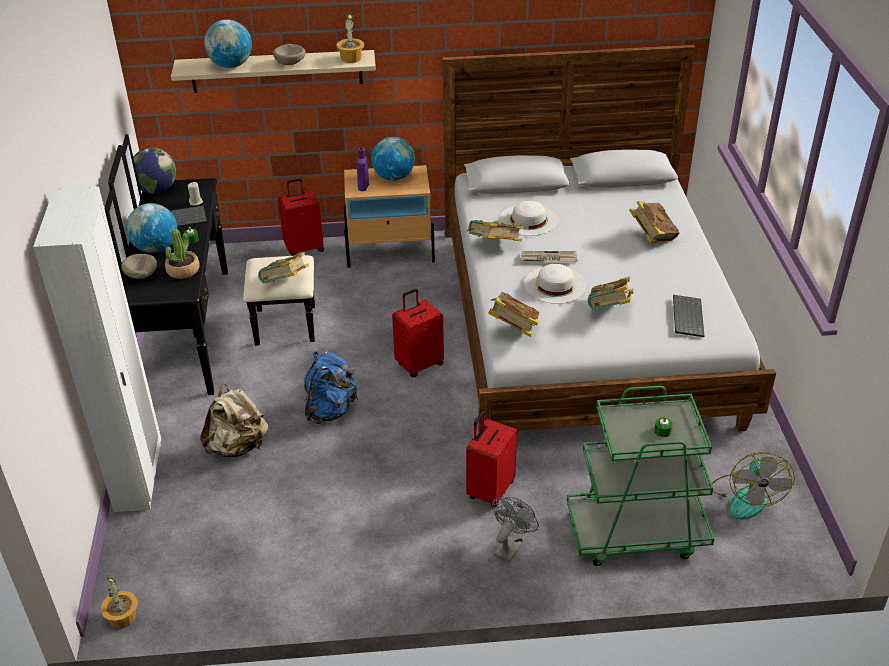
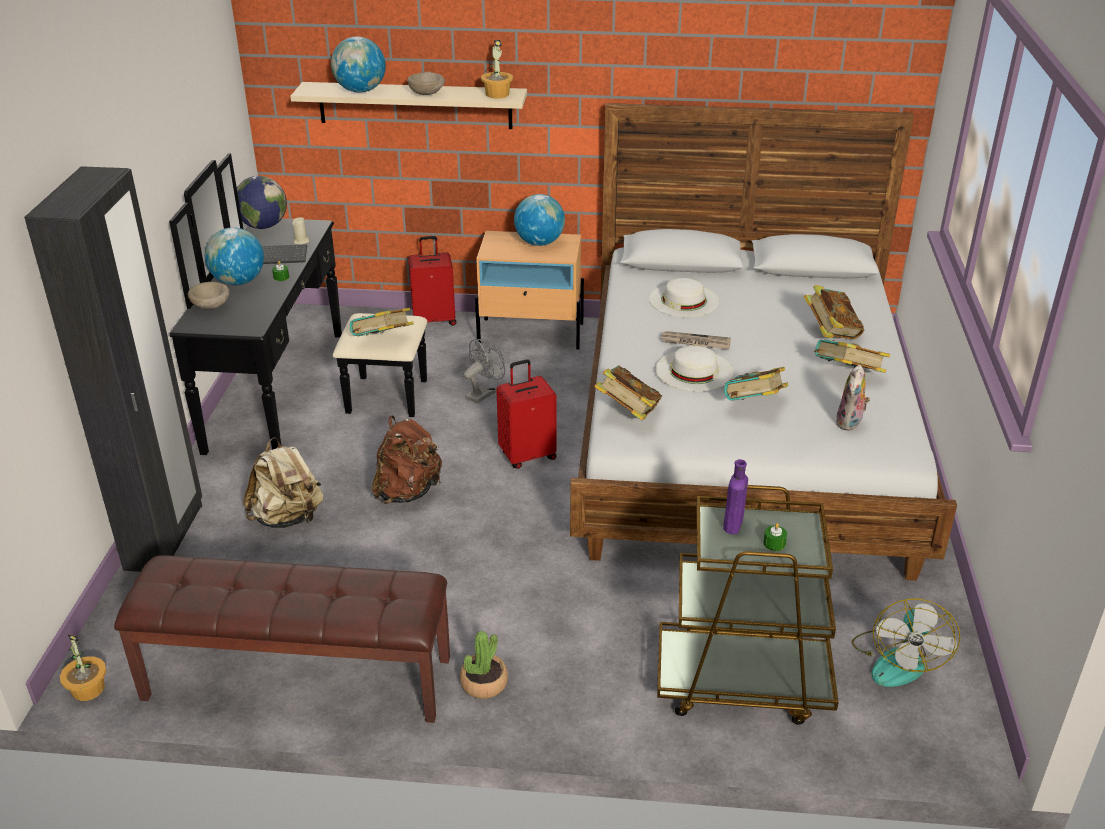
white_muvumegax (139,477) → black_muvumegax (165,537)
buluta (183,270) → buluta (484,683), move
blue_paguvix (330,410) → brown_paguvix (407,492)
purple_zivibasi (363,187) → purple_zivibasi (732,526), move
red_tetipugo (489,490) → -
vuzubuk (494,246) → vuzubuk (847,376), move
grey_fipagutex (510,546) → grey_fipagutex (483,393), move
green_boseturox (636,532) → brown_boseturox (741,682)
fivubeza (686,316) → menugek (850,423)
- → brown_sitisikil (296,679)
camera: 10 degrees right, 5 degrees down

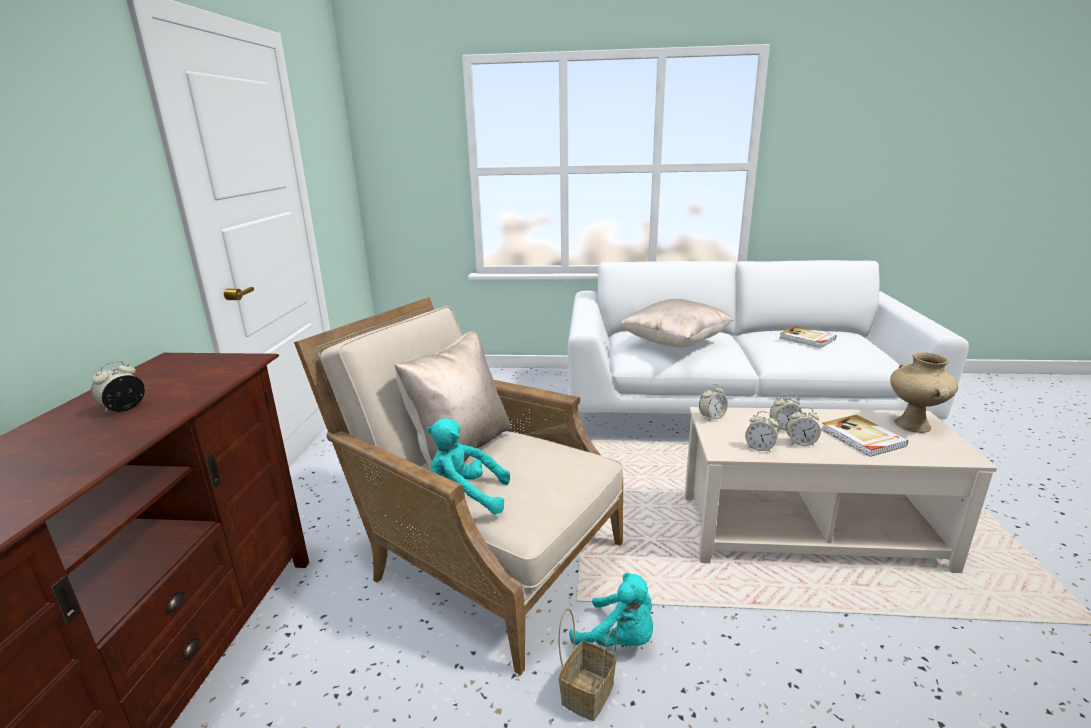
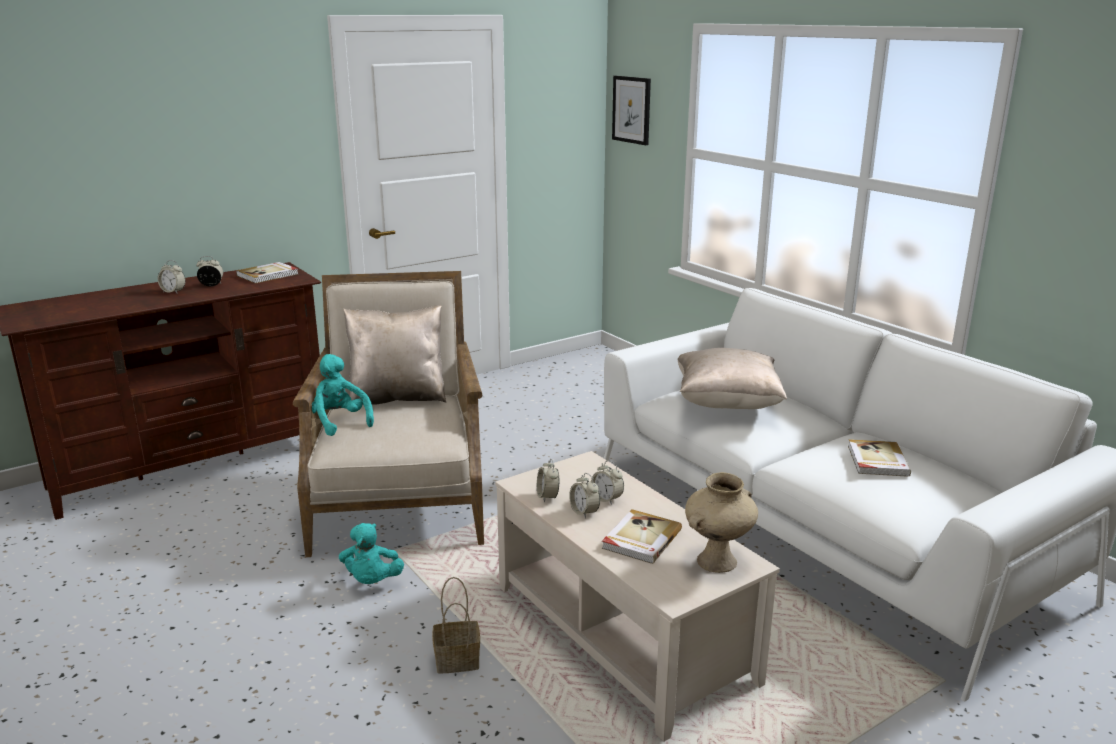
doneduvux (587,692) → doneduvux (459,659), move
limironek (712,417) → limironek (173,292), move
- → vuzubuk (268,275)
- → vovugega (631,110)
camera: 50 degrees right, 0 degrees up

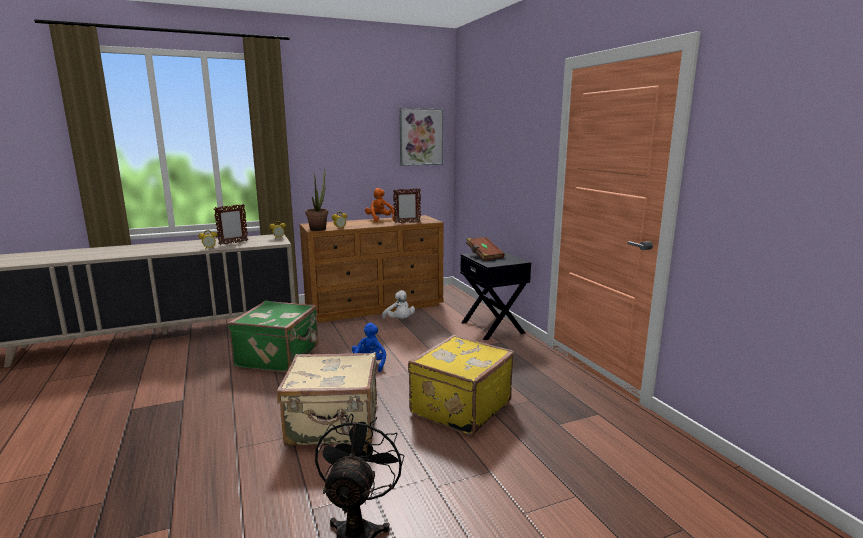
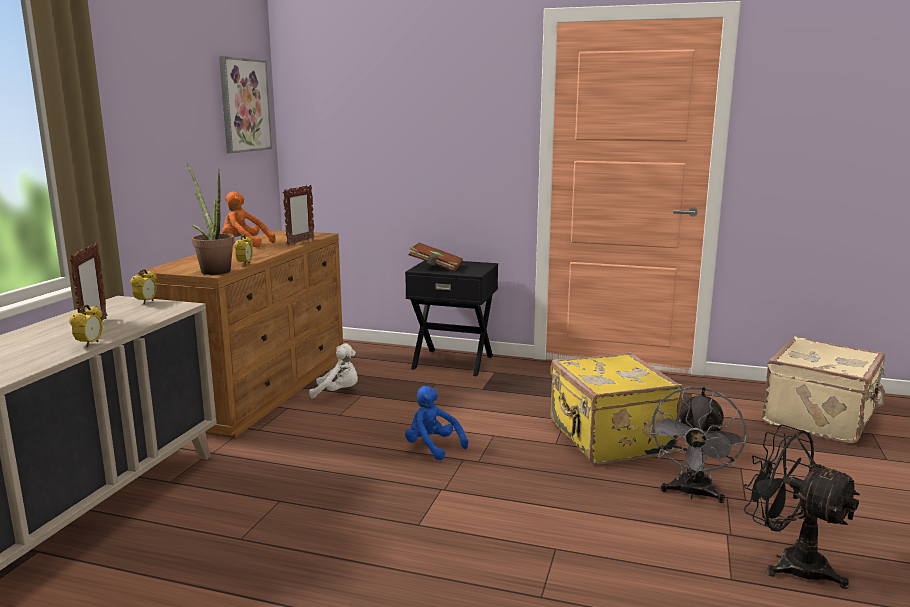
green_tetipugo (279,356) → -
beige_tetipugo (334,425) → beige_tetipugo (821,419), move
- → grey_fipagutex (692,493)
camera: 50 degrees left, 0 degrees up

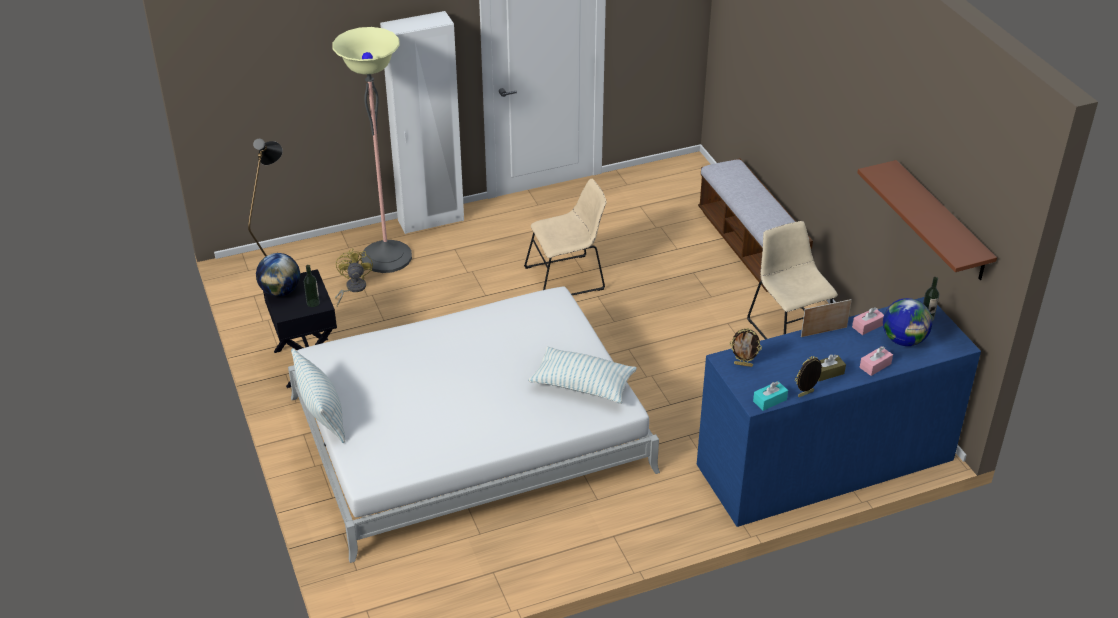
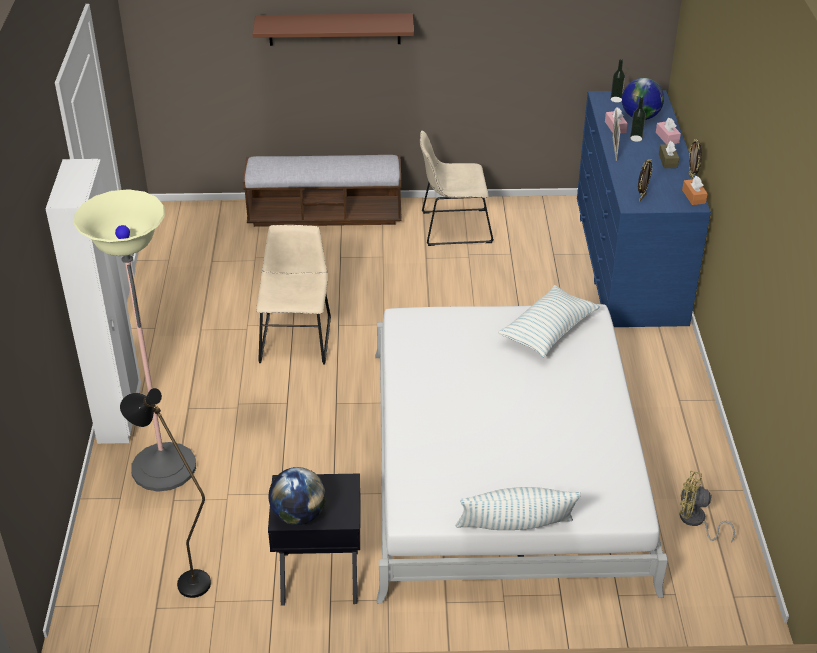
zivibasi (313,303) → zivibasi (636,138), move
yellow_fipagutex (352,289) → yellow_fipagutex (695,521), move
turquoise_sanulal (769,400) → orange_sanulal (693,197)
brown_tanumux (941,221) → brown_tanumux (334,29), move
camera: 70 degrees left, 0 degrees up

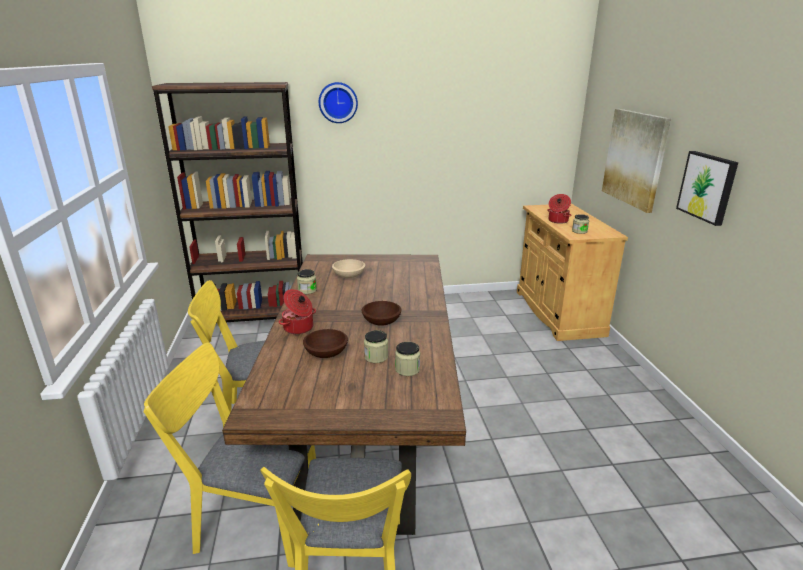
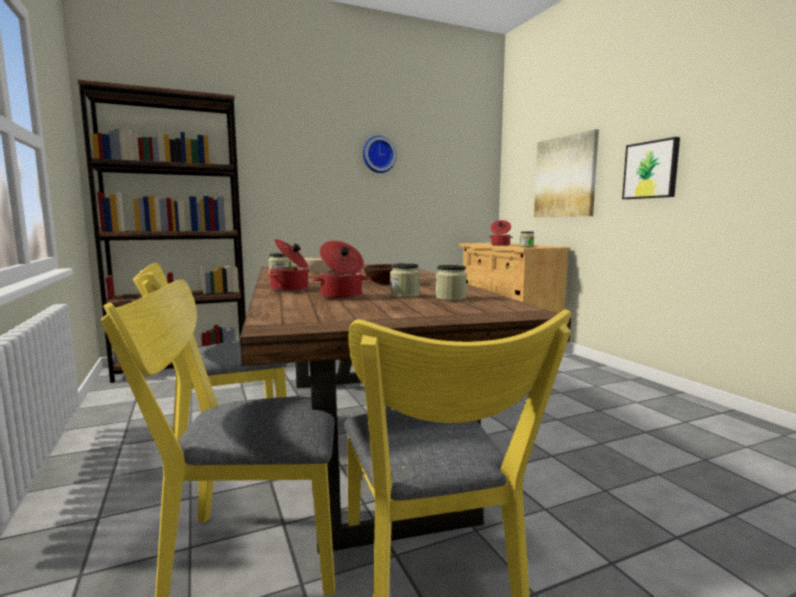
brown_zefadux (327,353) → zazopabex (341,297)
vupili (338,102) → vupili (378,154), move
camera: 15 degrees left, 15 degrees down

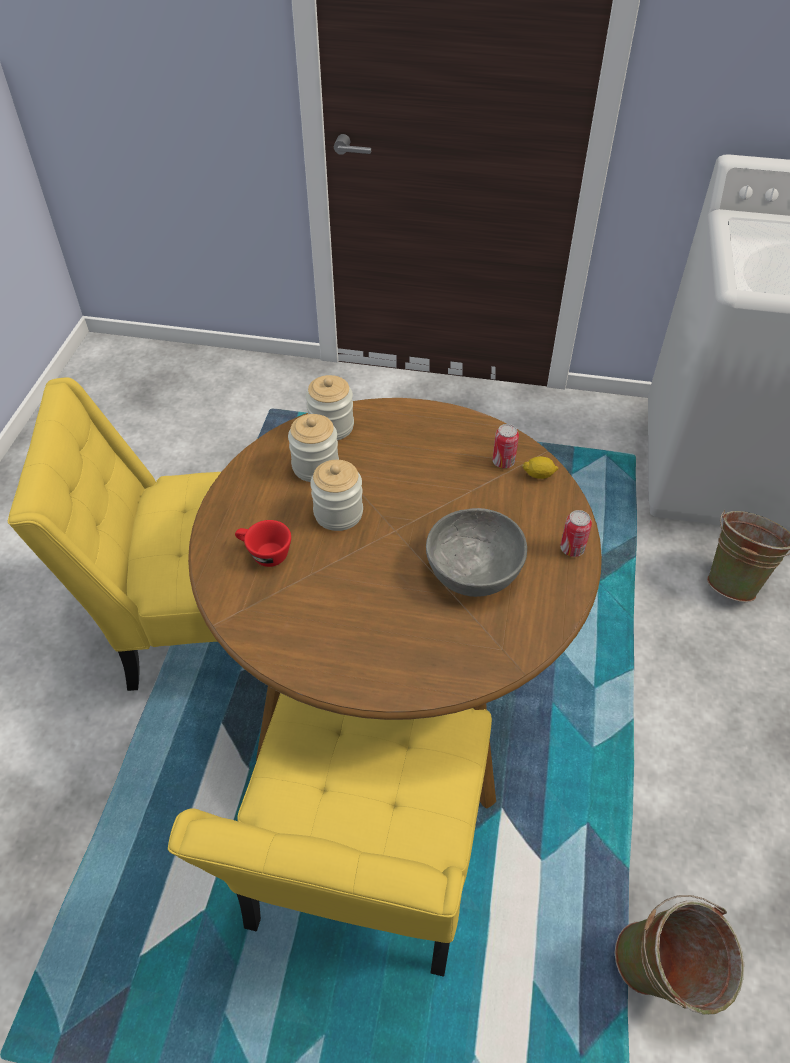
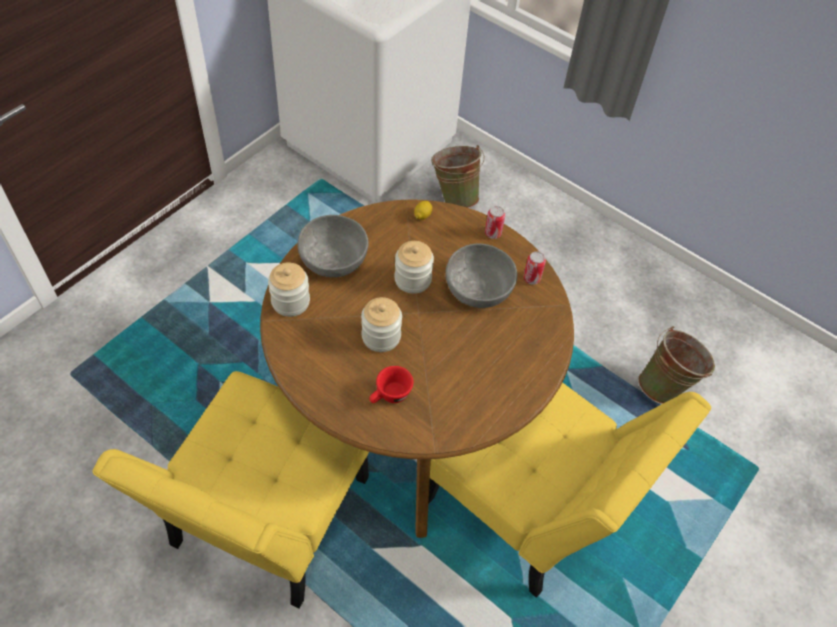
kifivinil (315,466) → kifivinil (413,279), move
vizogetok (503,462) → vizogetok (531,278), move
- → grey_zefadux (334,259)
camera: 65 degrees left, 5 degrees up

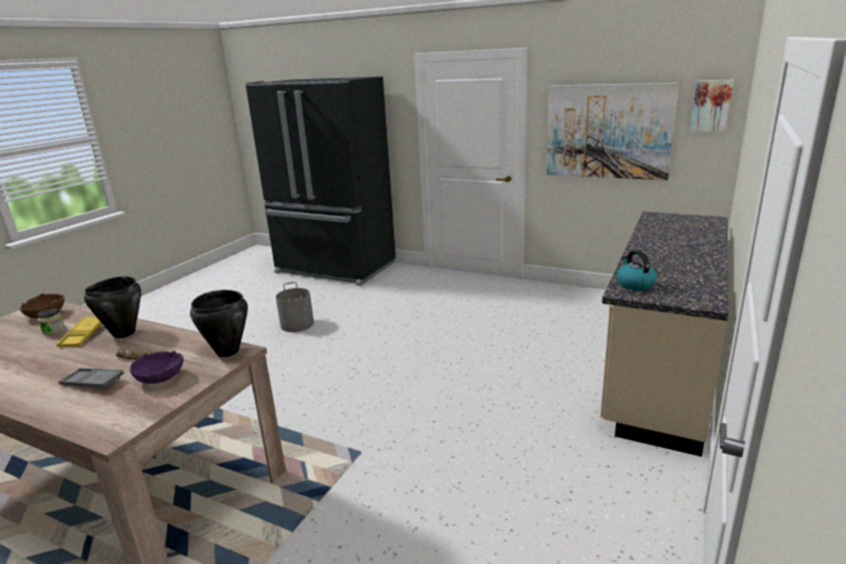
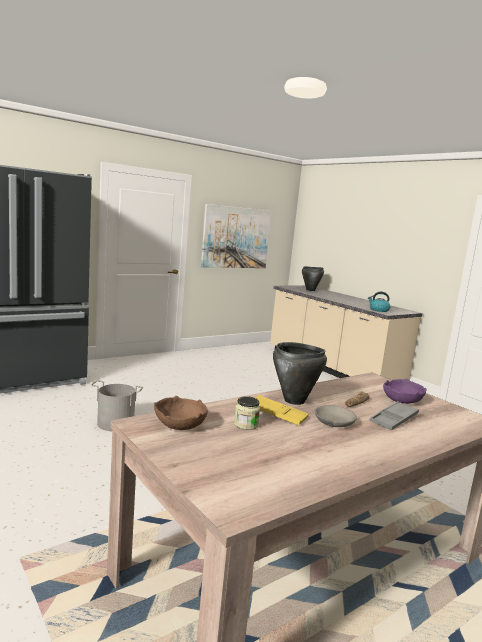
black_zazopabex (227,352) → black_zazopabex (310,290), move
vovugega (711,105) → -
- → grey_zefadux (333,422)
camera: 65 degrees left, 10 degrees down

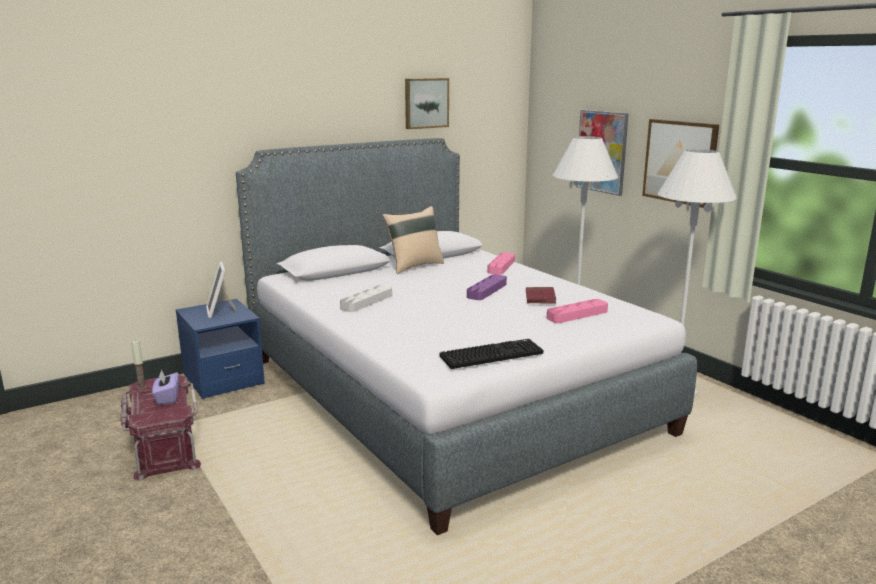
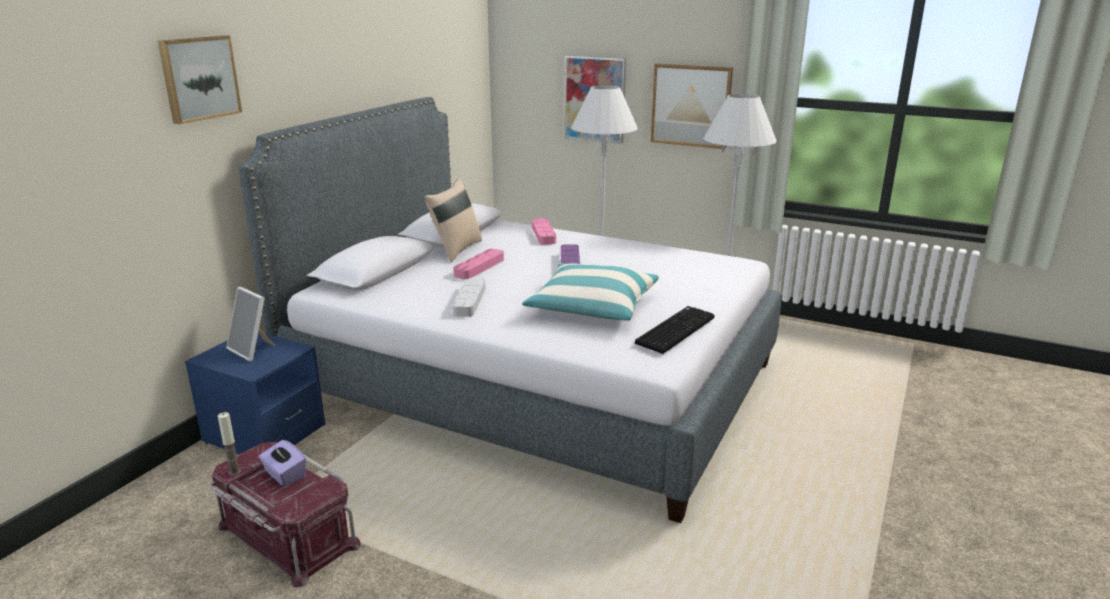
vovugega (426,103) → vovugega (198,78), move
red_vuzubuk (540,298) → -
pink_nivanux (577,315) → pink_nivanux (479,267), move
- → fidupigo (592,306)
camera: 30 degrees left, 5 degrees up

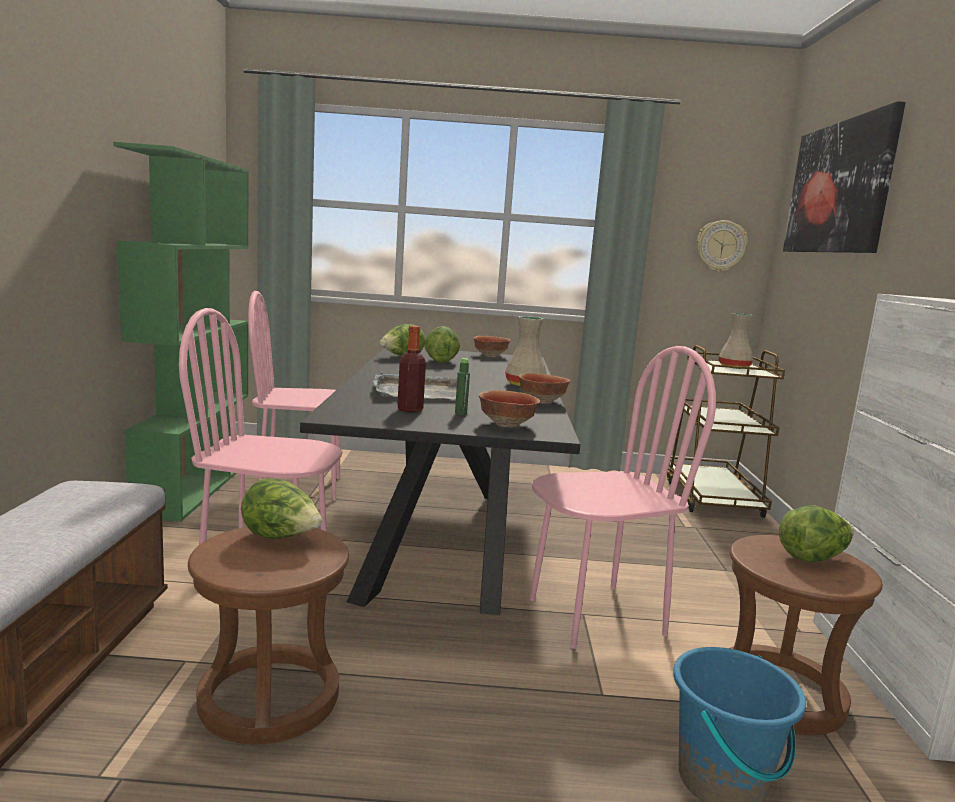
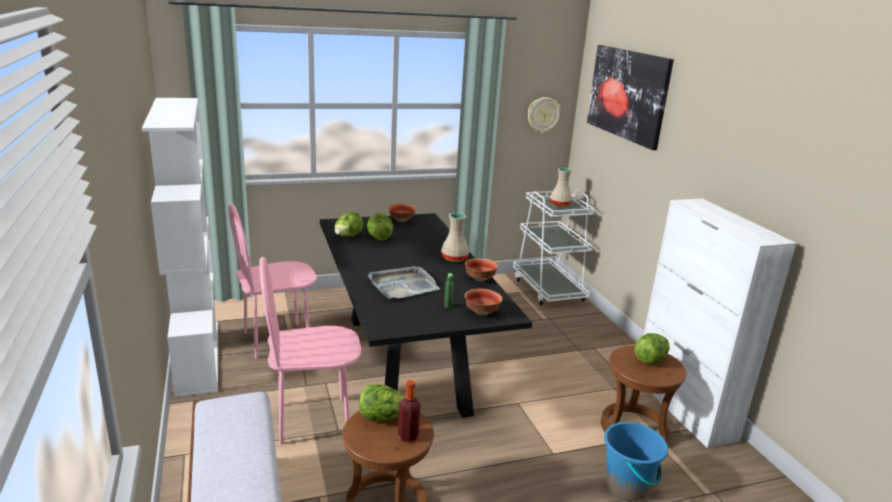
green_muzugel (194,486) → white_muzugel (197,356)
zivibasi (410,409) → zivibasi (408,436), move
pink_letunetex (595,616) → -
brown_boseturox (712,498) → white_boseturox (548,289)
camera: 20 degrees left, 10 degrees up

